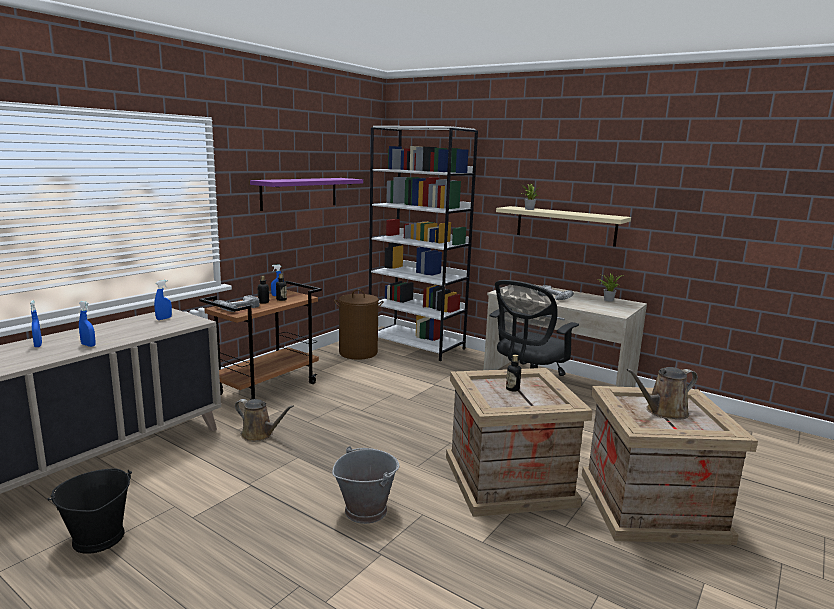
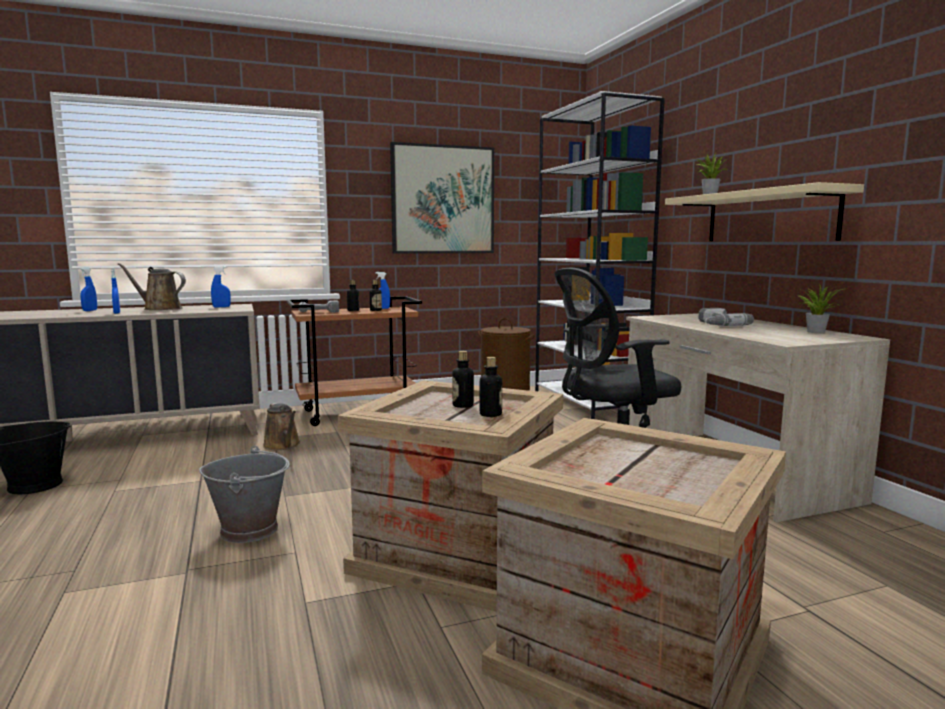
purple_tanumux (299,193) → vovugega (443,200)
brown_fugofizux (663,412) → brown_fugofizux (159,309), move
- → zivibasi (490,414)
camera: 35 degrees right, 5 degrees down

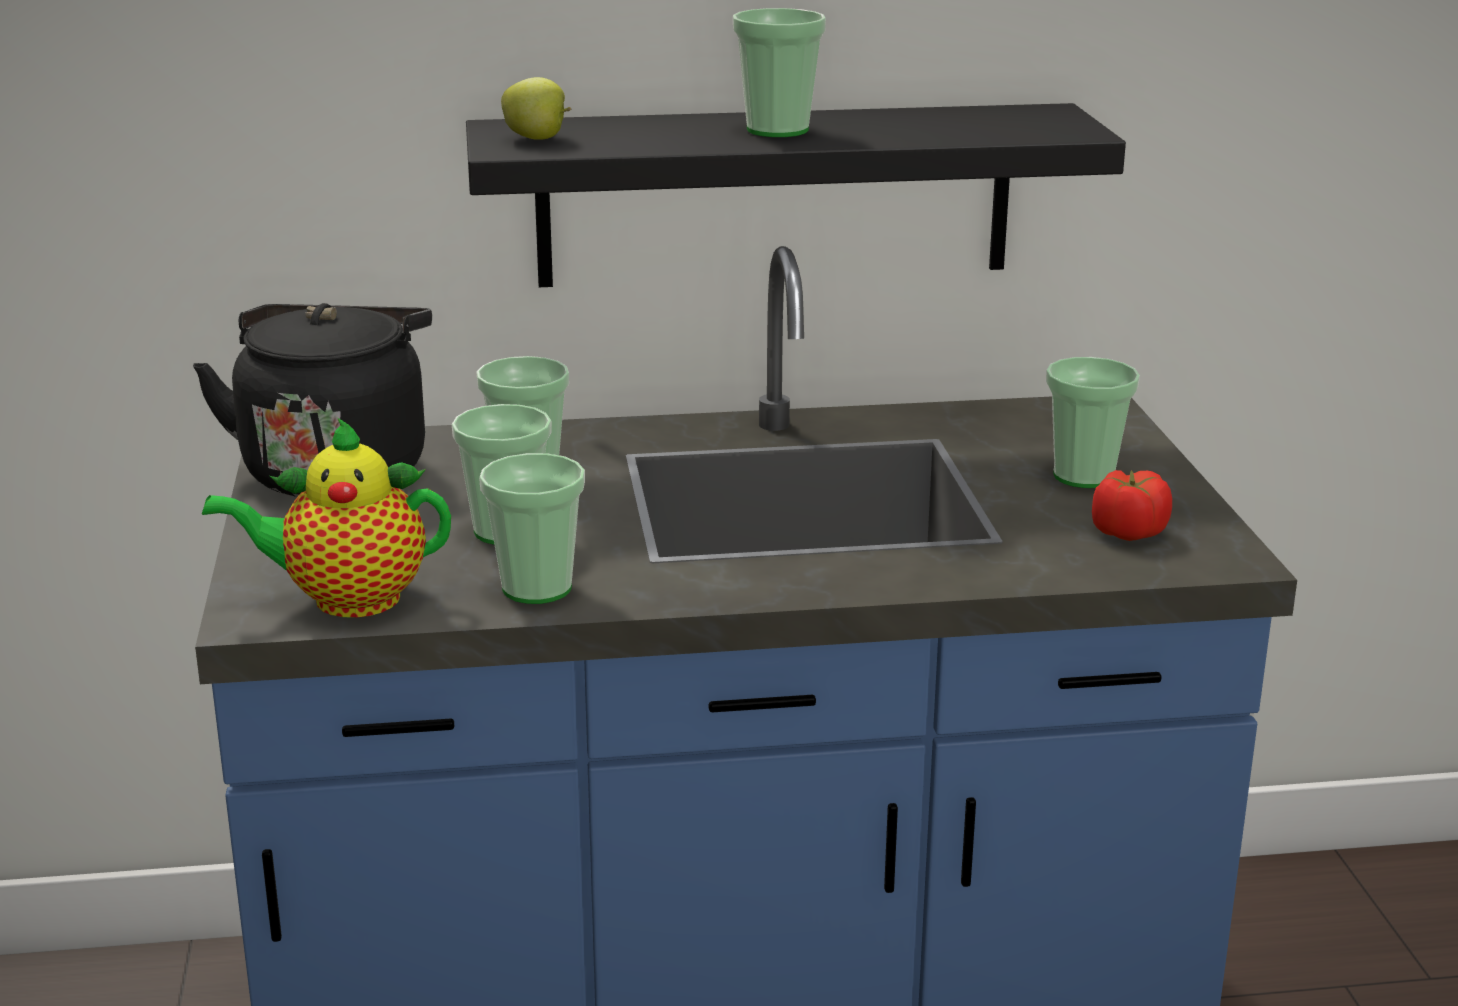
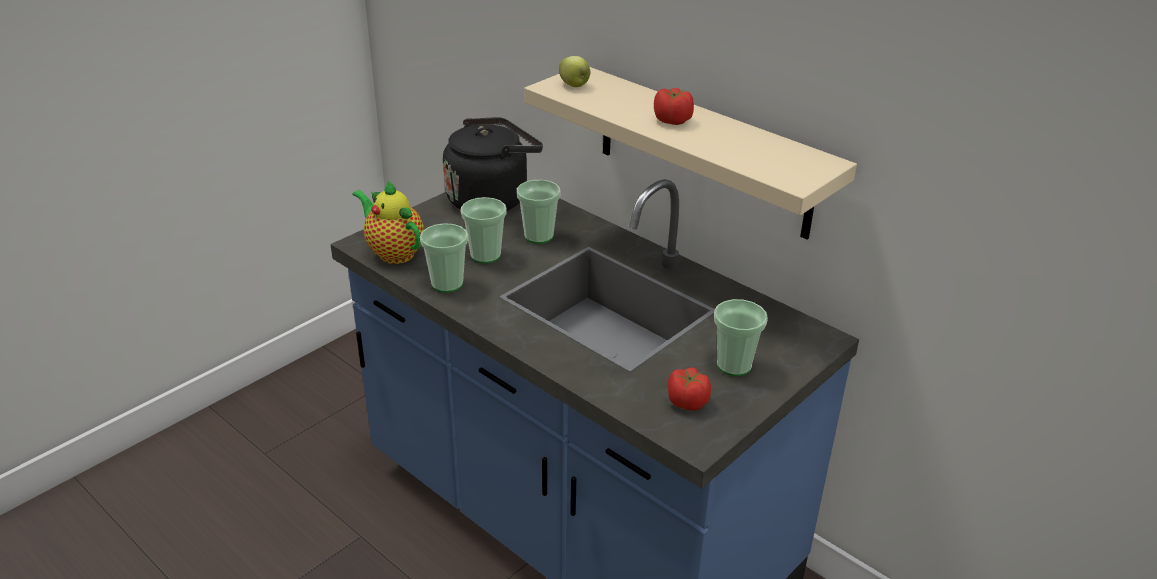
black_tanumux (775,195) → beige_tanumux (703,151)
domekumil (777,130) → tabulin (672,120)
camera: 50 degrees right, 10 degrees up

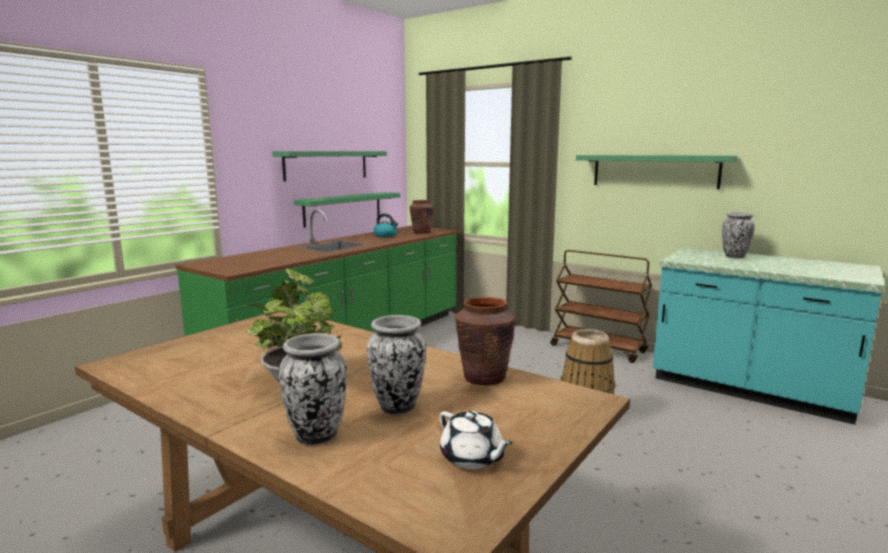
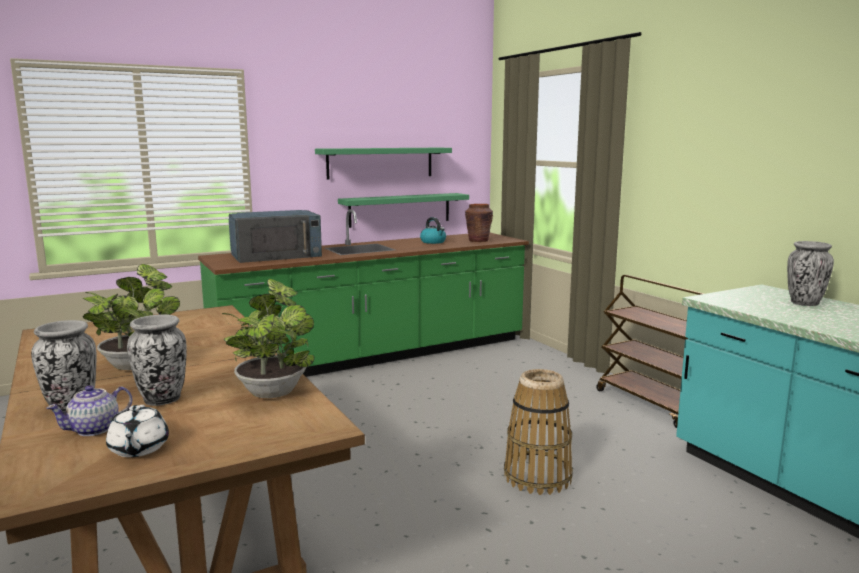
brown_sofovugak (484,378) → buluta (273,390)
green_tanumux (654,171) → -
- → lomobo (95,429)
- → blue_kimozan (277,255)
camera: 25 degrees right, 0 degrees up

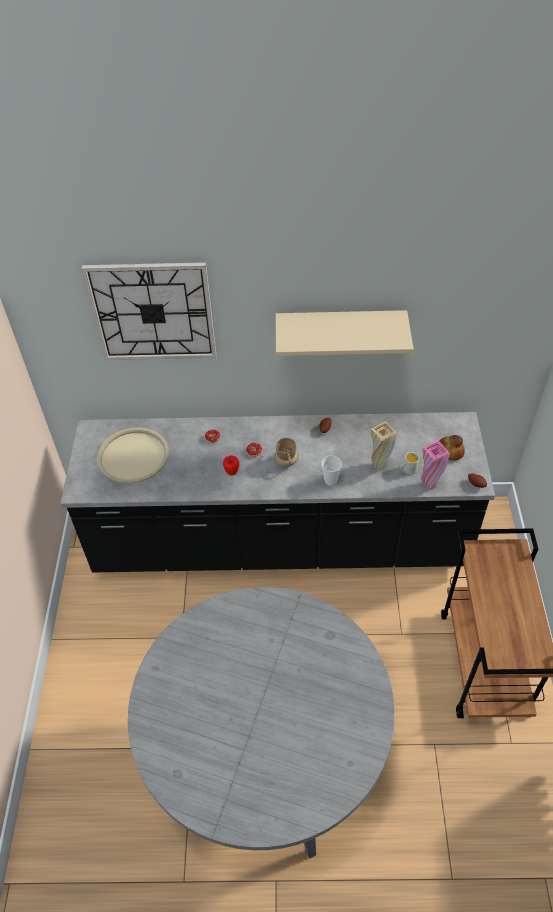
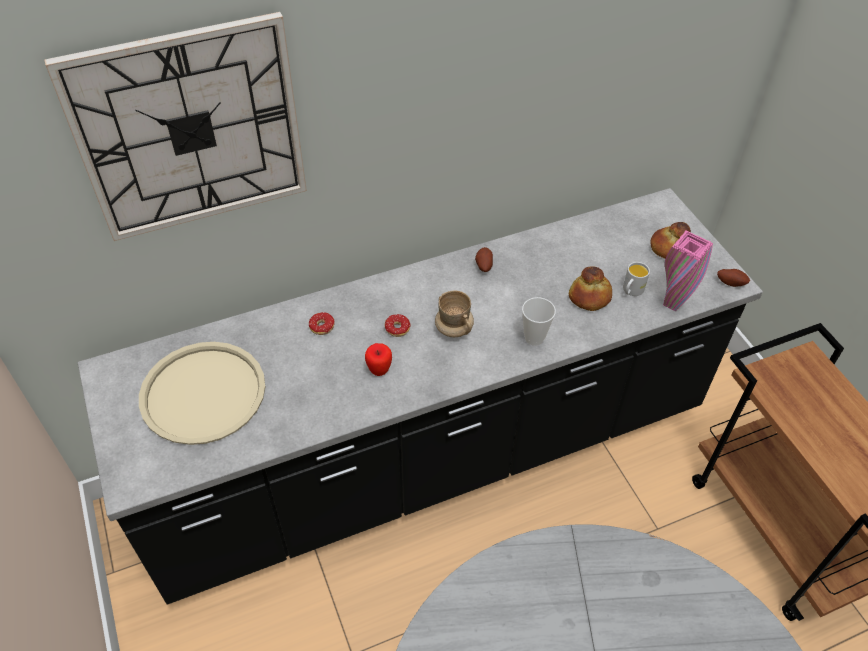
beige_tanumux (340,329) → -
beige_sofovugak (379,466) → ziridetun (590,297)
camera: 25 degrees left, 0 degrees up

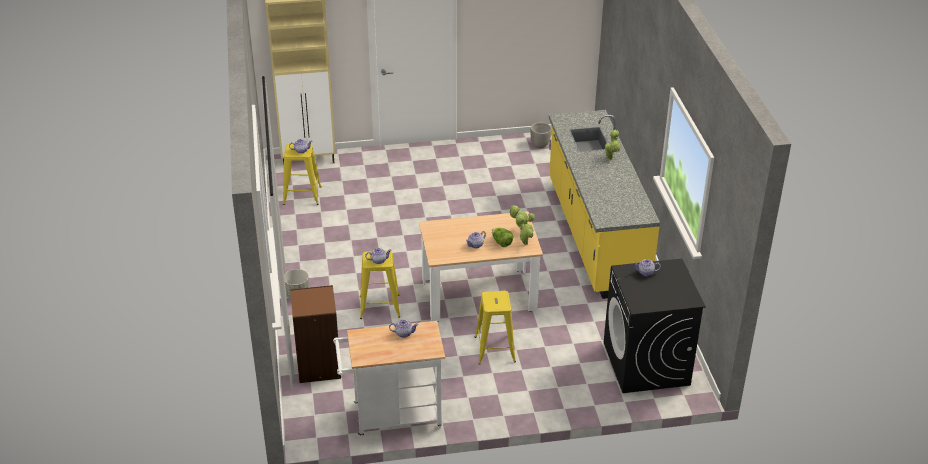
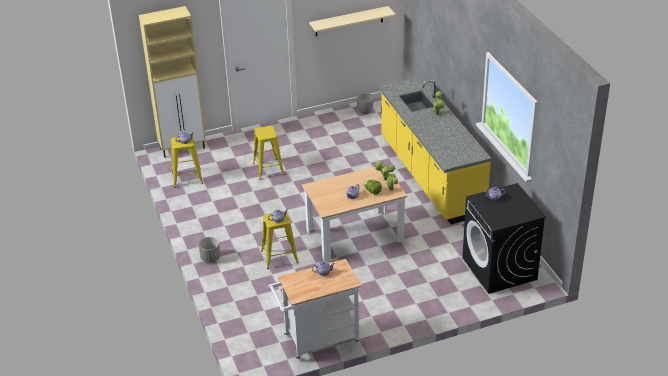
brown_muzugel (318,366) → -
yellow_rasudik (494,349) → yellow_rasudik (268,169), move
- → beige_tanumux (349,21)
camera: 10 degrees left, 0 degrees up

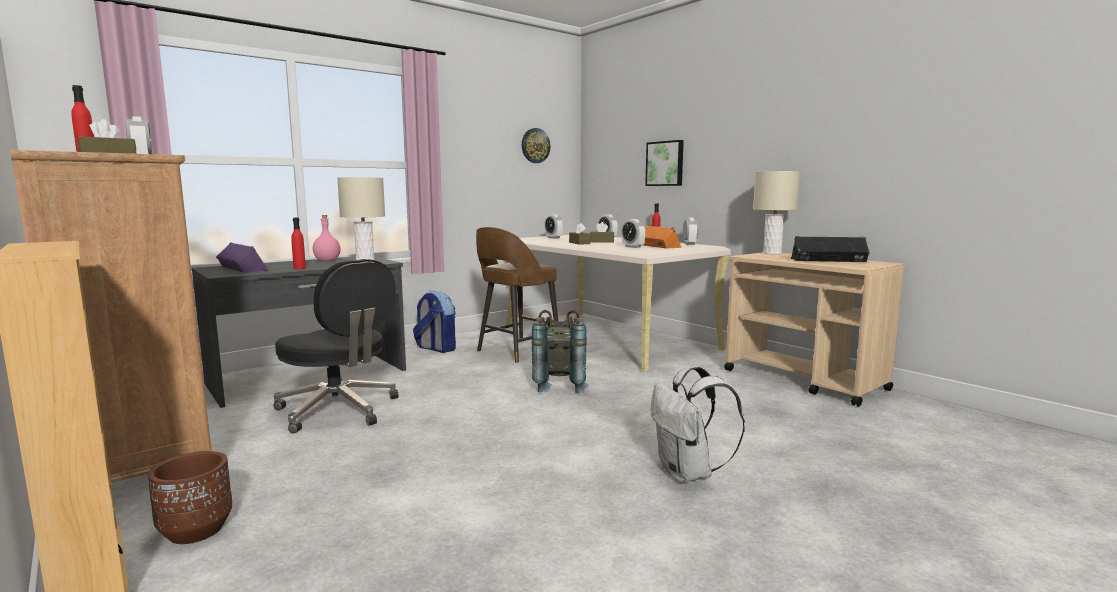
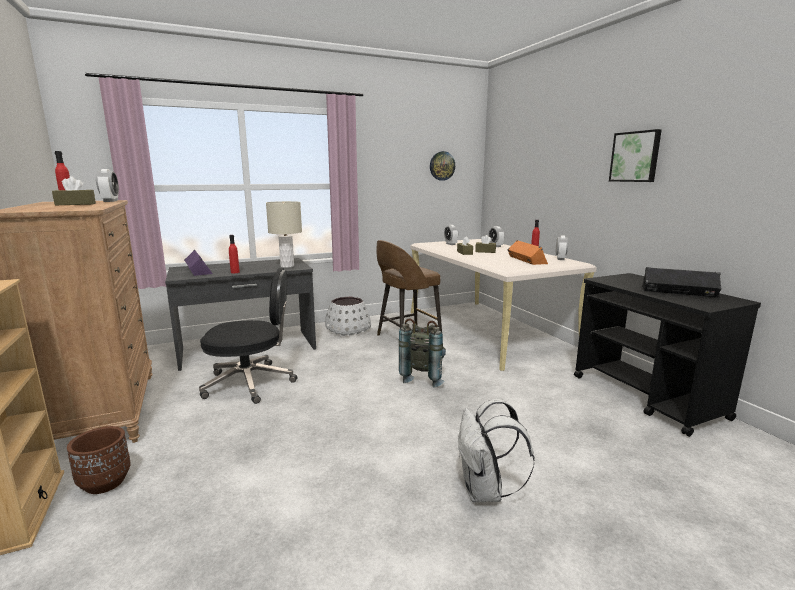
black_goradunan (339,410) → black_goradunan (251,383), 60 degrees counterclockwise
pink_zivibasi (328,261) → -
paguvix (436,348) → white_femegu (348,330)
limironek (633,247) → -
vovugega (665,163) → vovugega (635,157), move
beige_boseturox (805,380) → black_boseturox (647,397)
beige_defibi (772,253) → -
camera: 15 degrees right, 5 degrees up

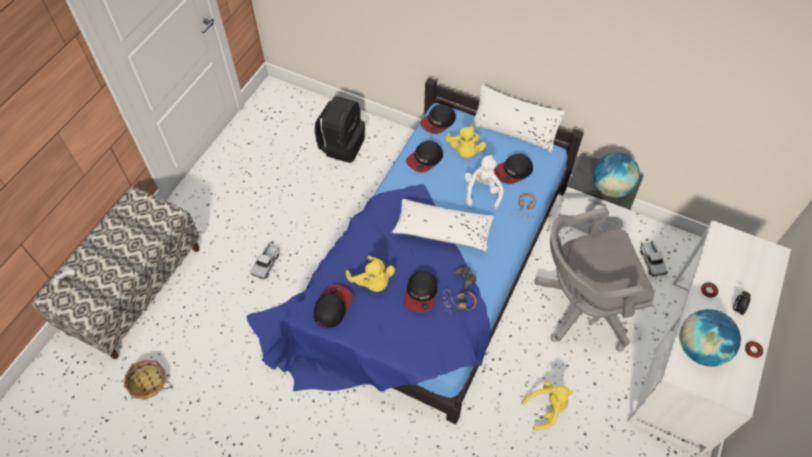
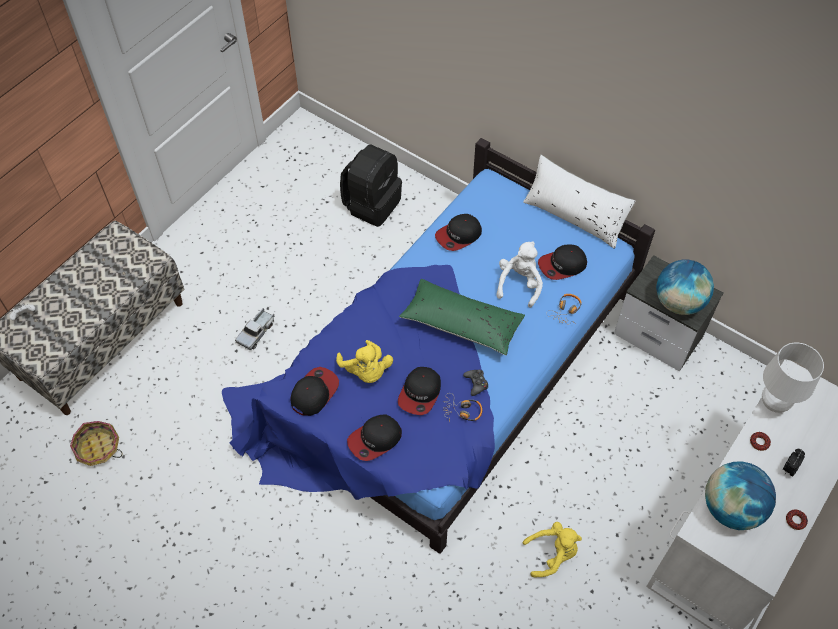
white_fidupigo (443,230) → green_fidupigo (462,323)
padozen (438,122) → padozen (375,439), move
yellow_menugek (465,151) → -
grey_goradunan (581,306) → -
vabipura (651,261) → -
- → white_defibi (774,403)
camera: 10 degrees right, 0 degrees up

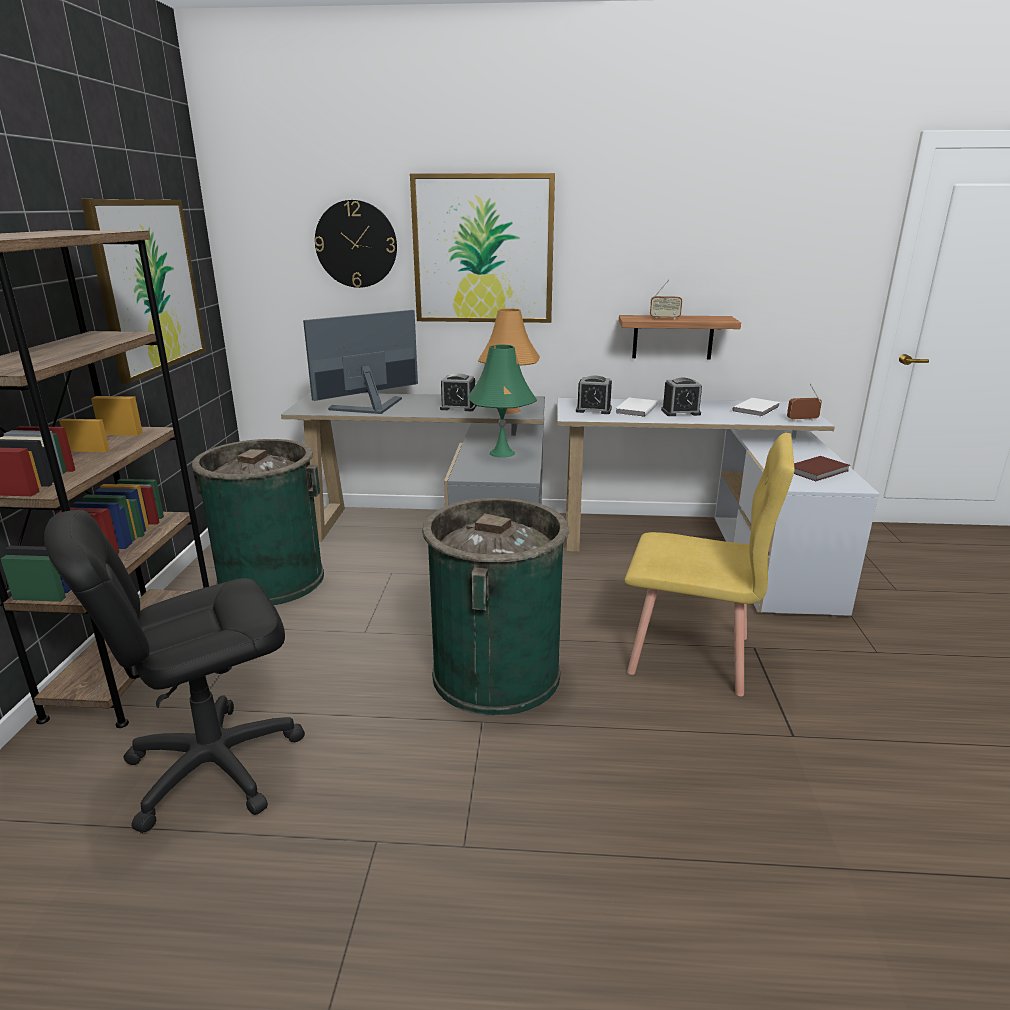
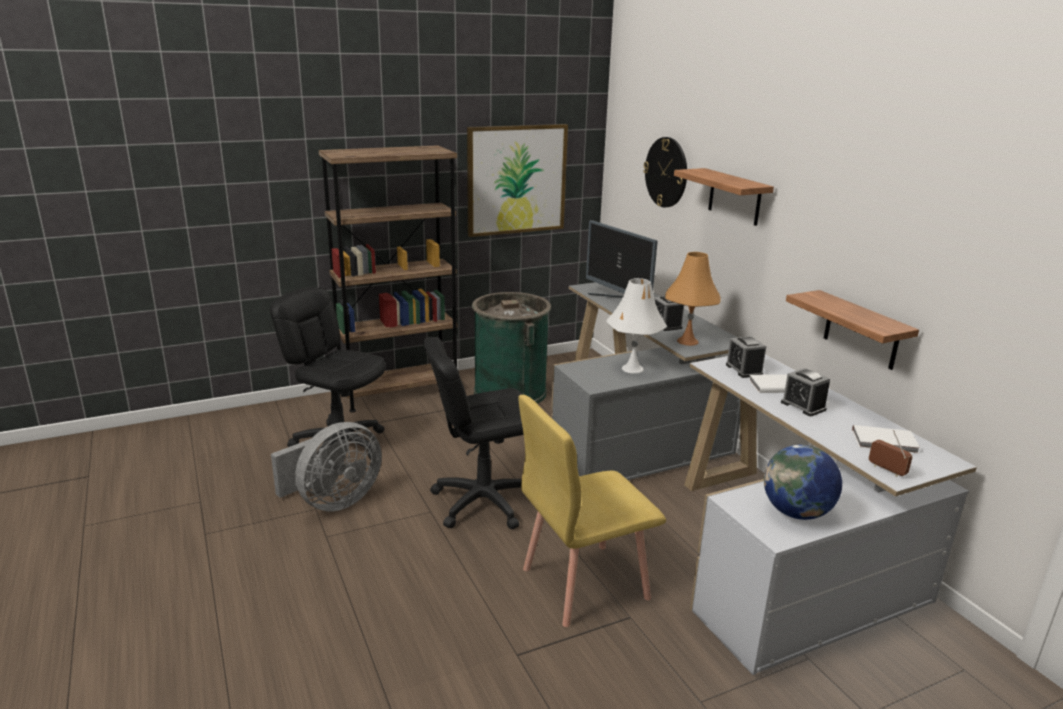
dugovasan (370,408) → dugovasan (619,302), 150 degrees counterclockwise
vovugega (483,250) → tanumux (734,197)
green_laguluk (496,673) → black_goradunan (483,502)
green_defibi (502,453) → white_defibi (632,369)
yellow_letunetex (690,655) → yellow_letunetex (583,583), 75 degrees clockwise
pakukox (664,318) → -
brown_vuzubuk (818,471) → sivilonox (796,513)
- → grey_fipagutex (333,502)
camera: 60 degrees right, 0 degrees up

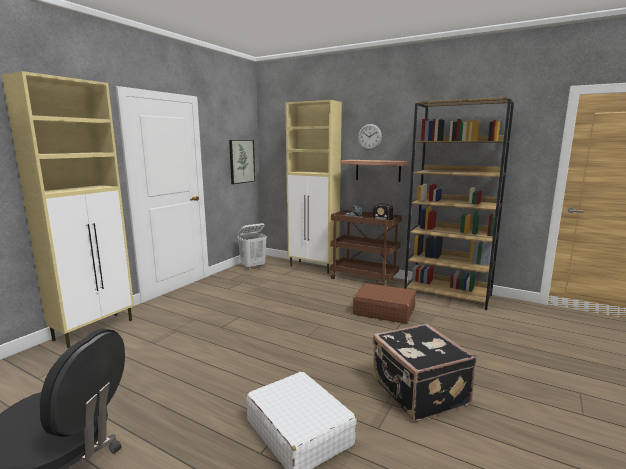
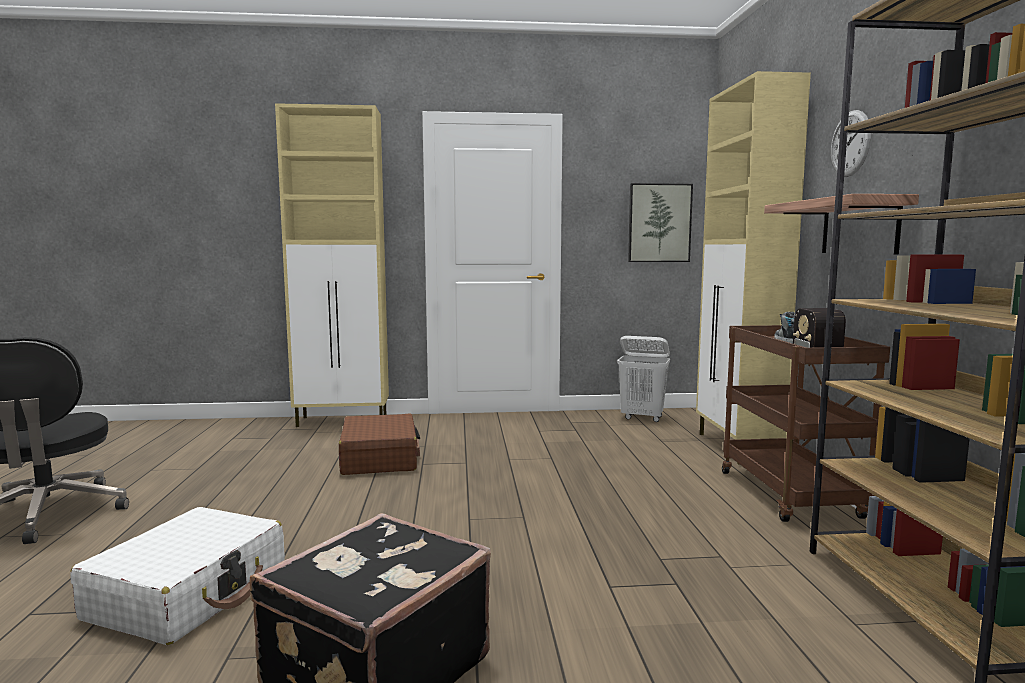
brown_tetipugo (384,311) → brown_tetipugo (379,458), move
camera: 55 degrees right, 5 degrees down

